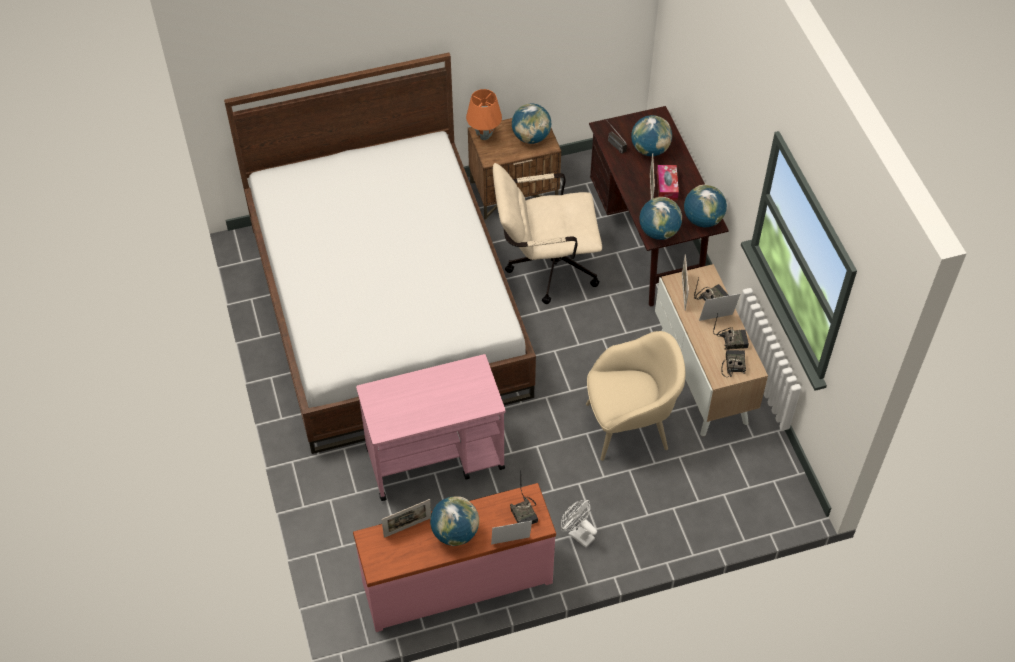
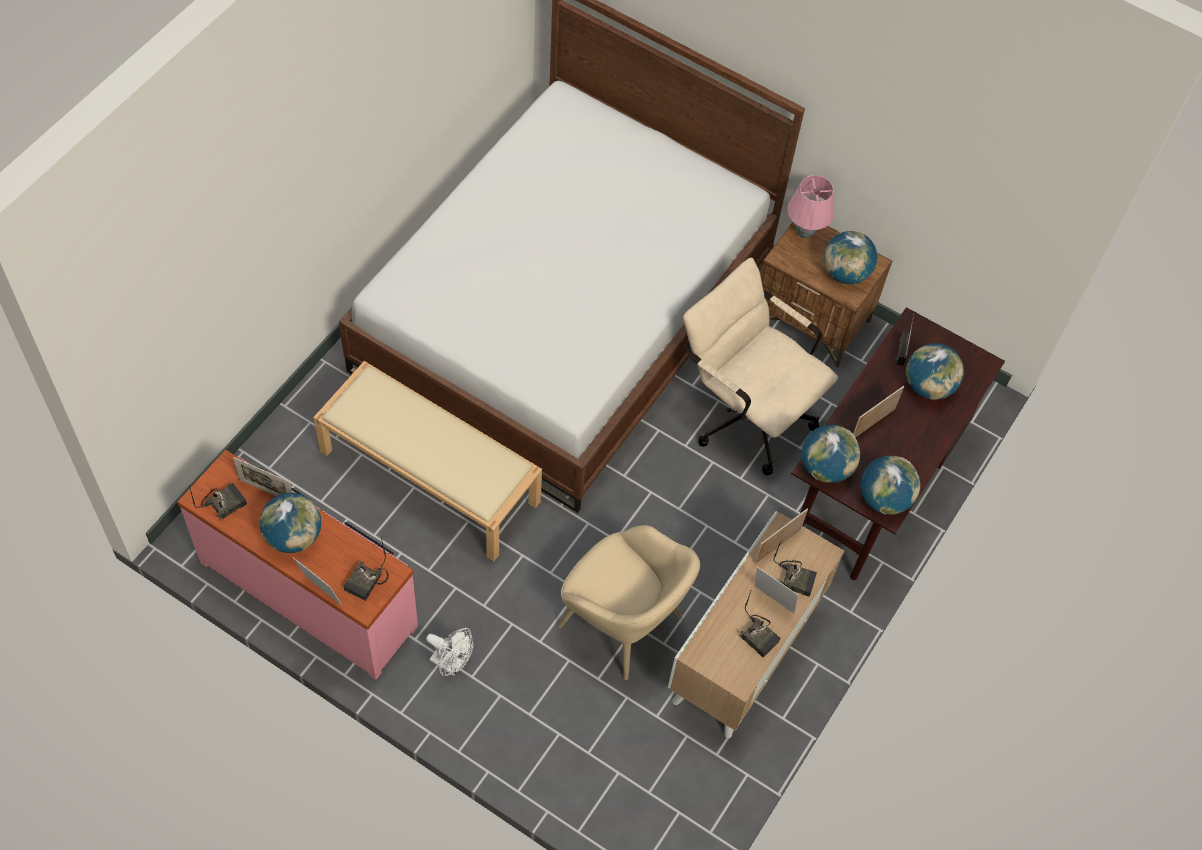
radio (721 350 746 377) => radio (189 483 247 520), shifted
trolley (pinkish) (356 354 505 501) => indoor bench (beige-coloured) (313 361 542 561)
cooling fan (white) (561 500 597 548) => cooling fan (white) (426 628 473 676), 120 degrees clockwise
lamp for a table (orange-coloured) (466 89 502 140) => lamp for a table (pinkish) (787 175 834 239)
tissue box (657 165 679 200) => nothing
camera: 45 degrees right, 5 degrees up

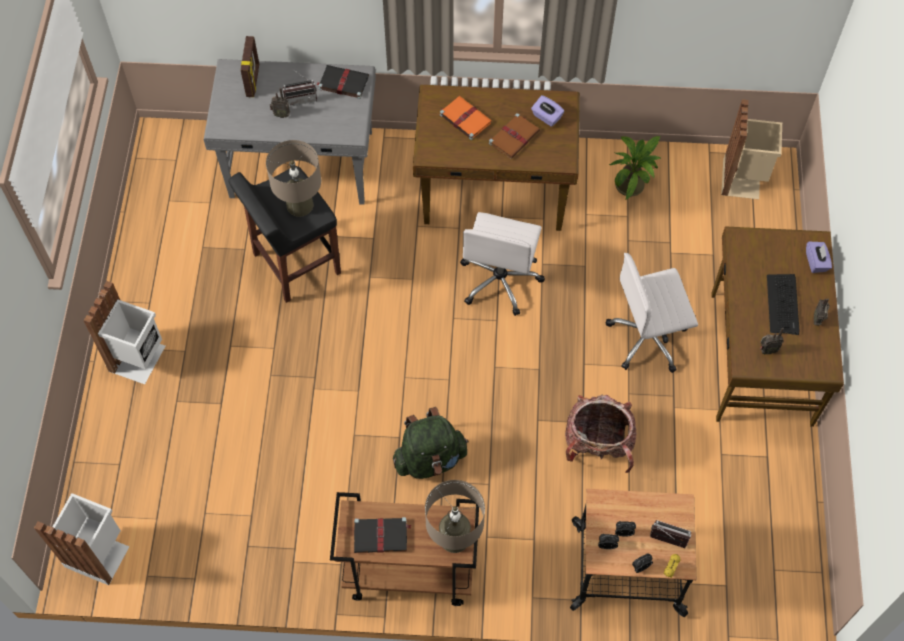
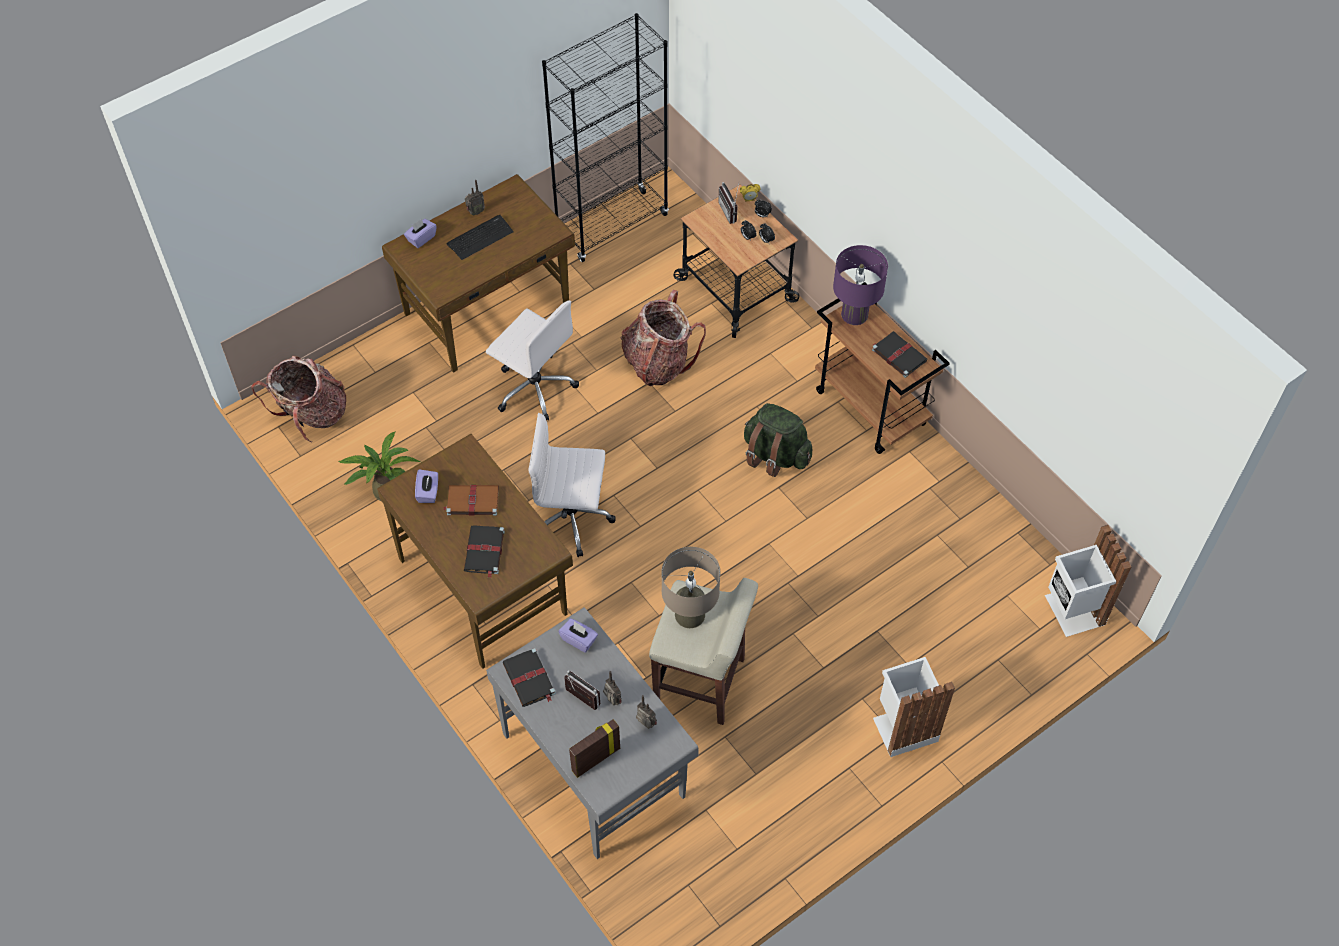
trash can (beige-coloured) (721 99 782 199) => knapsack (251 356 346 442)
volume (orange-coloured) (440 96 492 140) => volume (blackish) (464 525 505 577)
desk chair (white) (460 212 545 316) => desk chair (white) (528 413 616 557), 150 degrees counterclockwise
nothing => shelving unit (blackish) (542 13 669 262)
nothing => tissue box (purplish) (558 618 598 653)
radio (760 328 784 355) => radio (636 695 657 729), shifted
sitting stool (blackish) (229 166 341 303) => sitting stool (beige-coloured) (649 578 758 725)
lamp for a table (beige-coloured) (425 480 485 553) => lamp for a table (purplish) (833 245 888 325)
camera: 130 degrees left, 5 degrees down

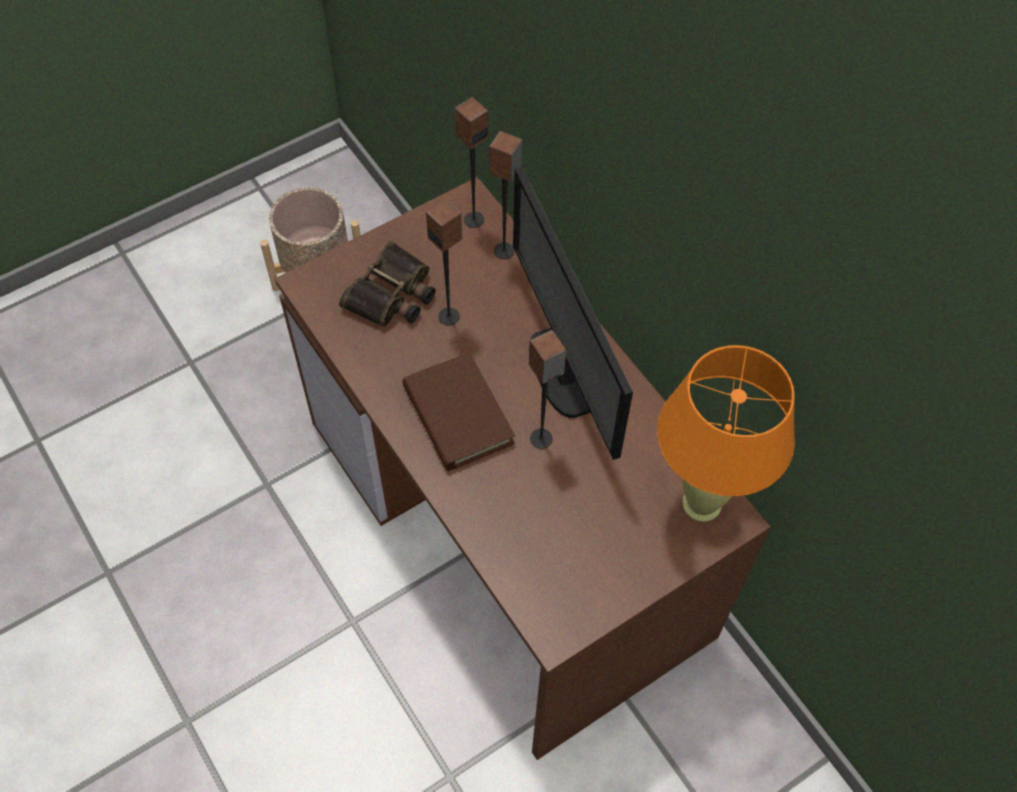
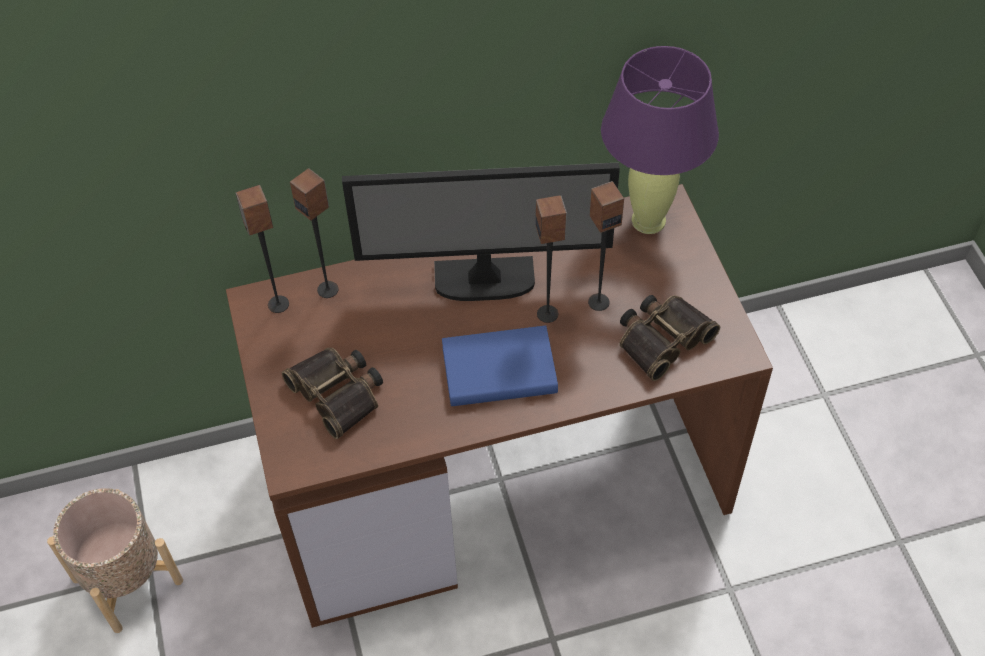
volume (brownish) (403 352 515 471) => volume (blue) (442 326 558 406)
loudspeaker (426 199 462 326) => loudspeaker (588 181 624 311), shifted
lamp for a table (orange-coloured) (657 345 795 522) => lamp for a table (purplish) (601 46 719 234)
nothing => binoculars (619 295 720 381)
camera: 70 degrees left, 5 degrees down

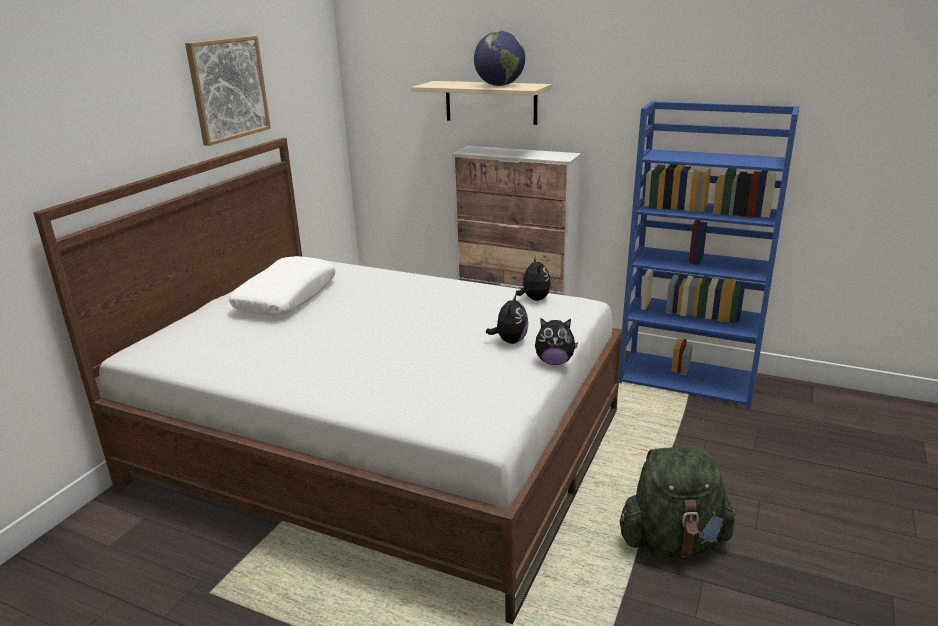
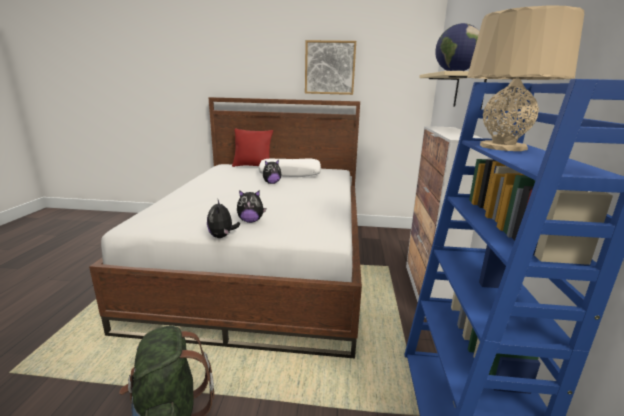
nothing => throw pillow (reddish) (232 129 273 167)
soft toy (516 256 551 301) => soft toy (263 160 281 184), shifted
nothing => lamp for a table (beige-coloured) (467 6 584 151)
camera: 70 degrees right, 5 degrees down

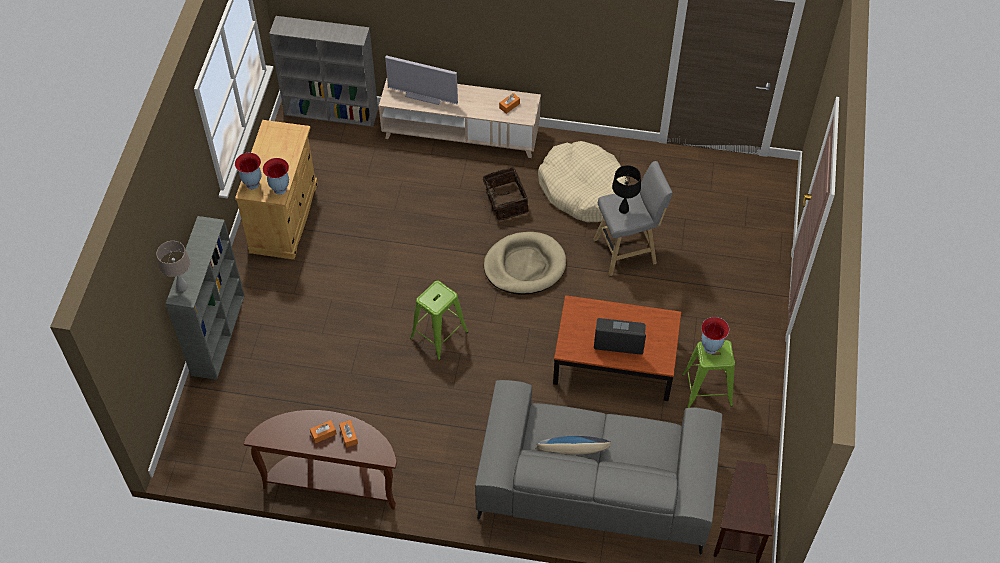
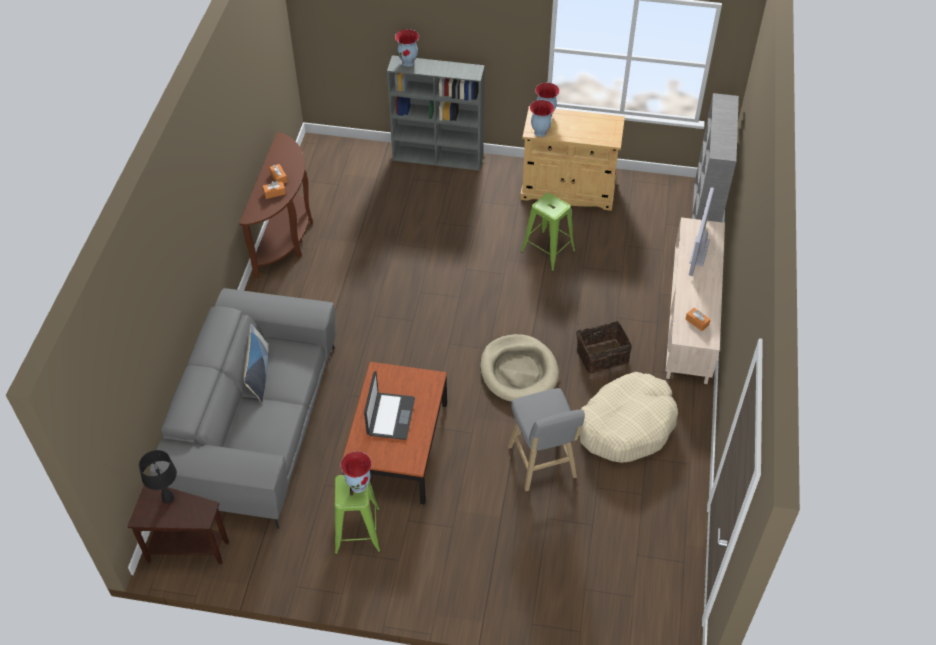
lamp for a table (blackish) (612 165 641 214) => lamp for a table (blackish) (139 450 177 504), shifted
lamp for a table (beige-coloured) (156 241 190 291) => vase (395 29 419 67)
sitting stool (green) (410 281 468 360) => sitting stool (green) (520 193 575 271), shifted
camera: 90 degrees right, 5 degrees down

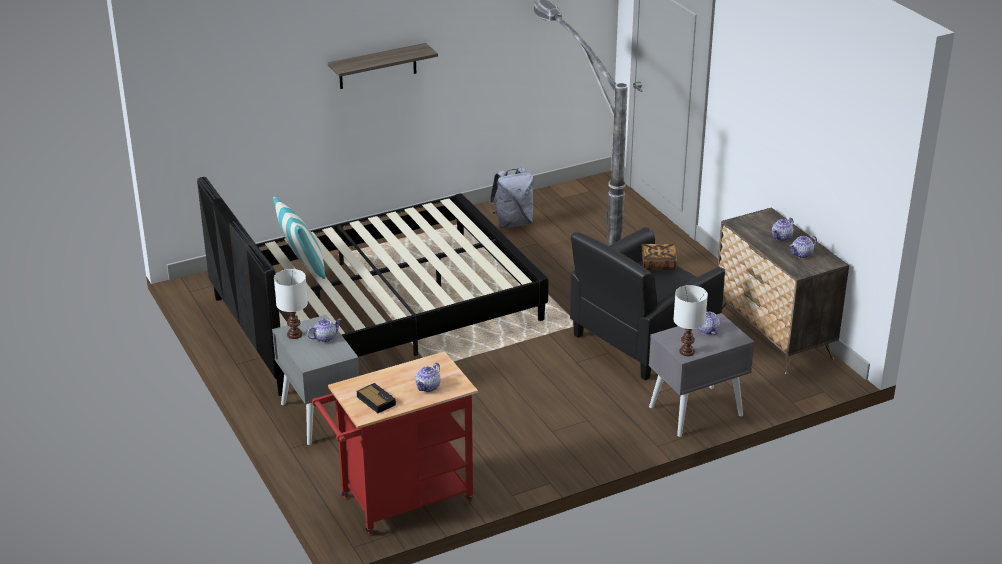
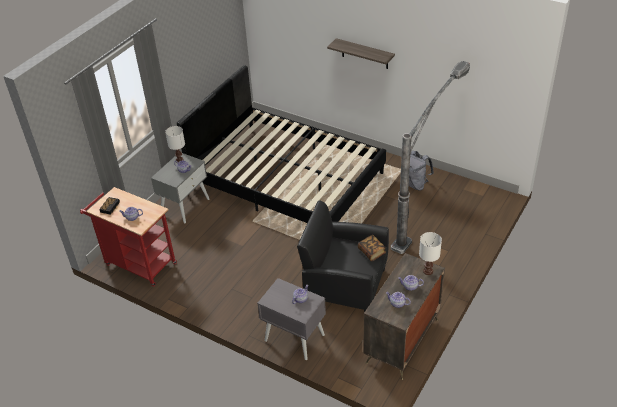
lamp for a table (white) (673 285 708 356) => lamp for a table (white) (419 232 442 275), shifted
throw pillow (273 197 326 279) => nothing
camera: 60 degrees right, 10 degrees up

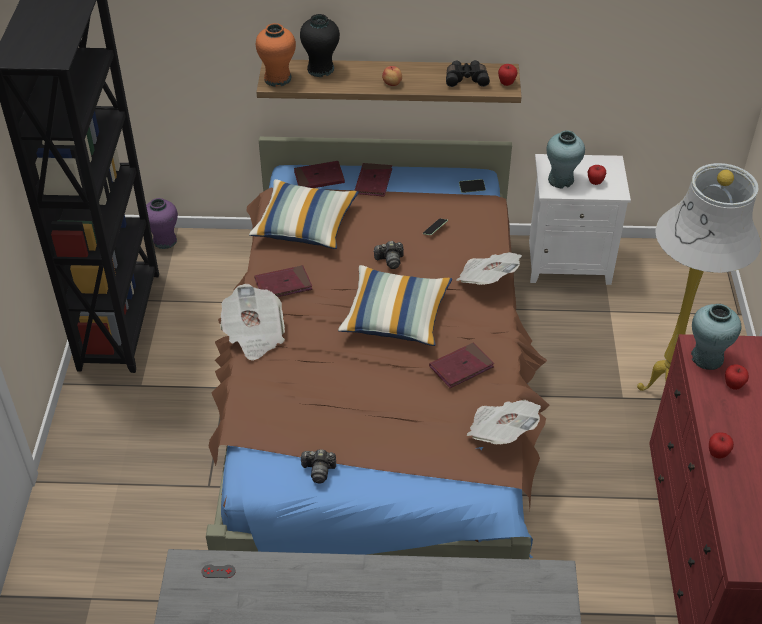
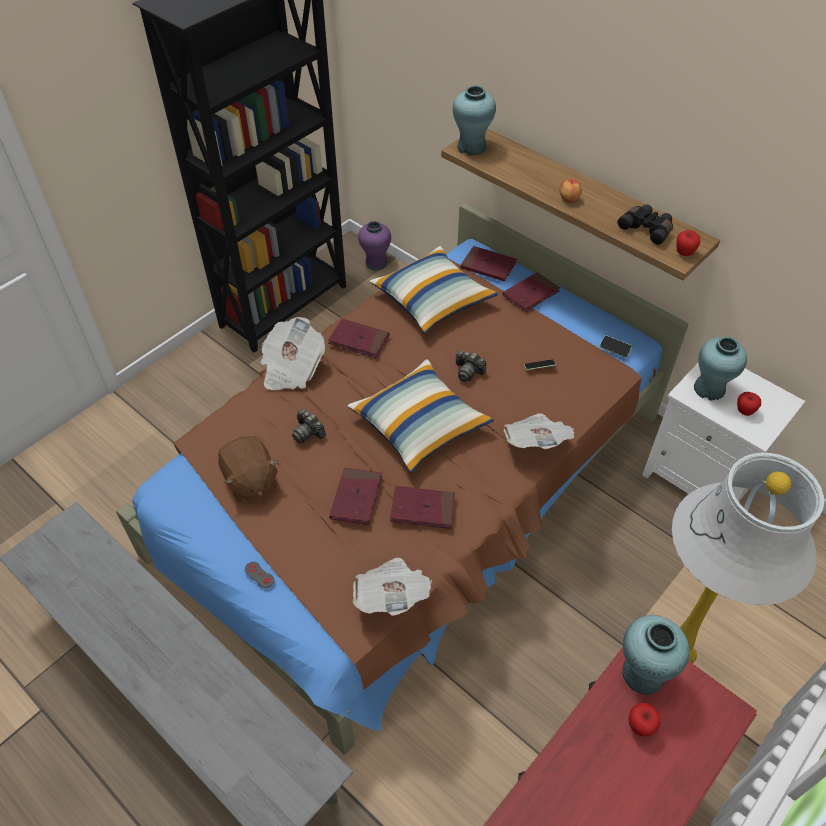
nothing => soft toy (brownish) (218 436 278 501)
gamepad (greyish) (201 564 235 578) => gamepad (greyish) (245 562 274 588), shifted
still camera (300 449 336 483) => still camera (292 409 326 443), shifted
nothing => volume (reddish) (329 468 382 525)
vase (orange-coloured) (256 23 296 87) => vase (turquoise) (453 85 496 155)
vase (blackish) (300 14 340 77) => nothing
apple fruit (709 432 734 458) => nothing
camera: 40 degrees right, 5 degrees up

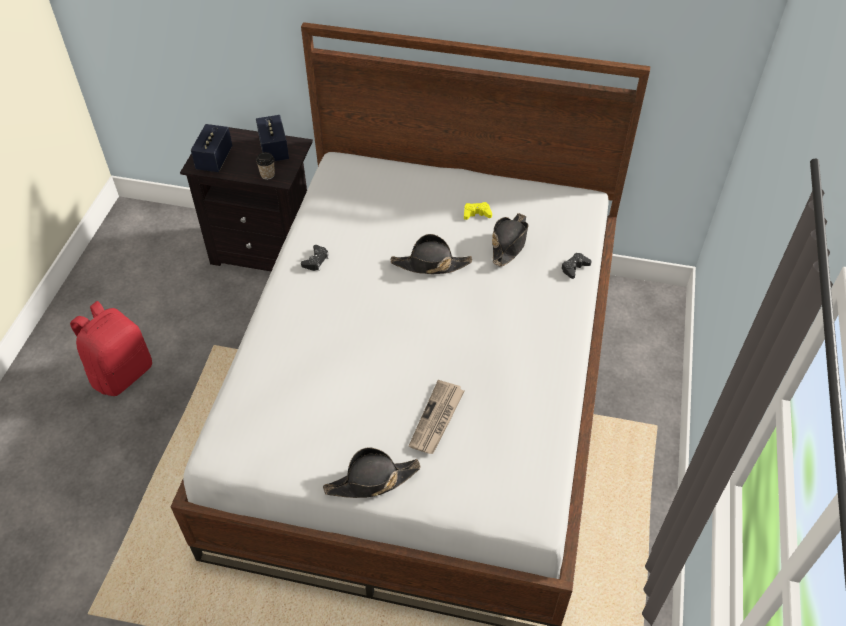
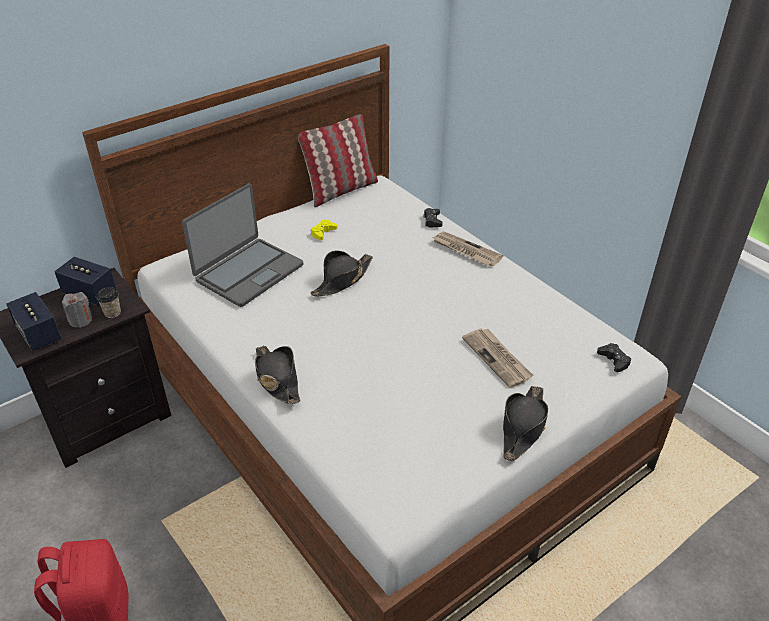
nothing => wax candle (greyish) (62 292 92 328)
nothing => laptop (182 183 303 307)
clothing hat (blackish) (492 213 528 267) => clothing hat (blackish) (255 346 301 404), shifted
nothing => throw pillow (298 114 378 207)
nothing => printed paper (432 232 503 266)
gamepad (blackish) (301 245 329 271) => gamepad (blackish) (597 343 631 372), shifted
camera: 50 degrees left, 10 degrees down

